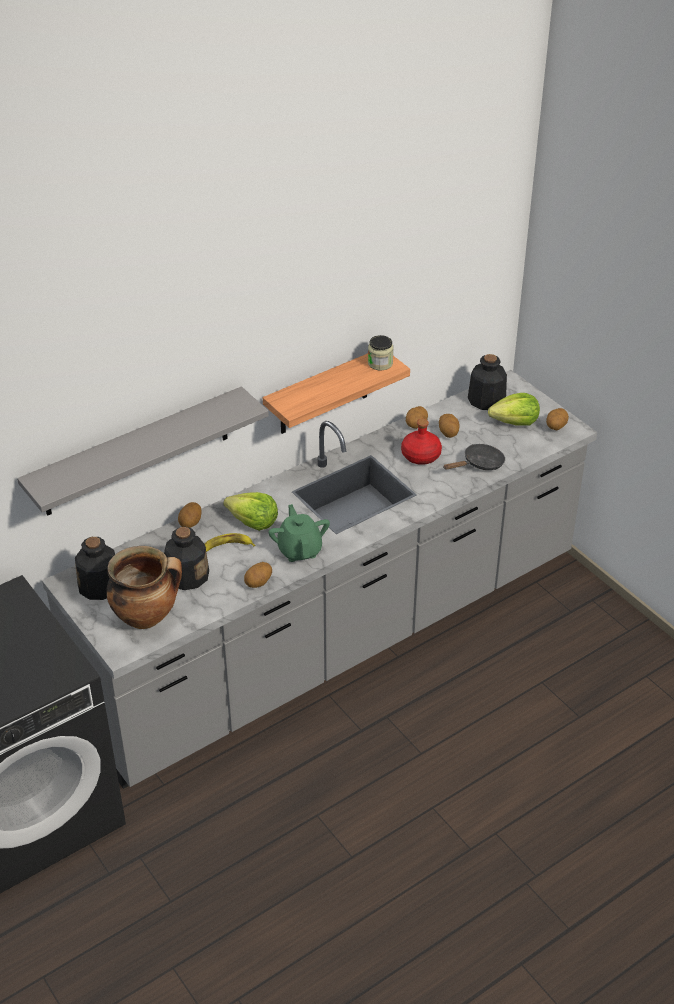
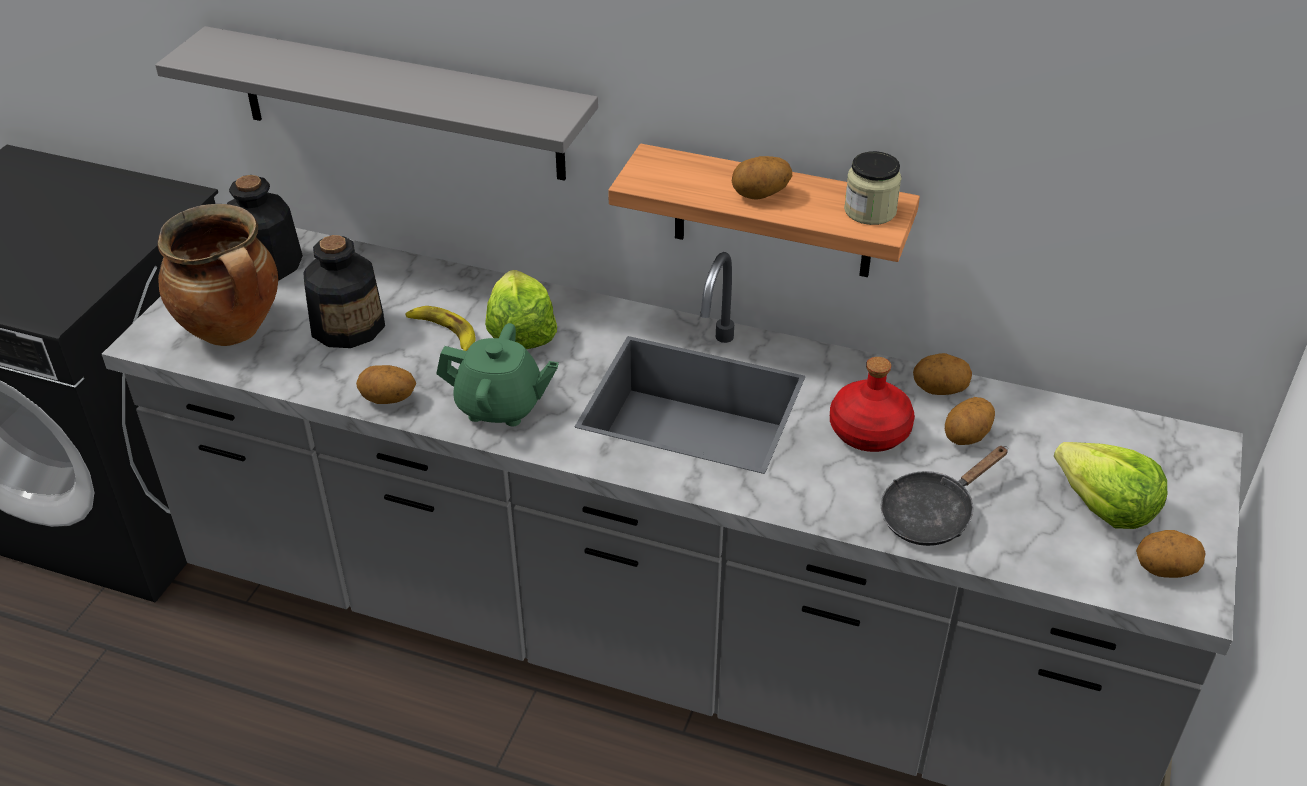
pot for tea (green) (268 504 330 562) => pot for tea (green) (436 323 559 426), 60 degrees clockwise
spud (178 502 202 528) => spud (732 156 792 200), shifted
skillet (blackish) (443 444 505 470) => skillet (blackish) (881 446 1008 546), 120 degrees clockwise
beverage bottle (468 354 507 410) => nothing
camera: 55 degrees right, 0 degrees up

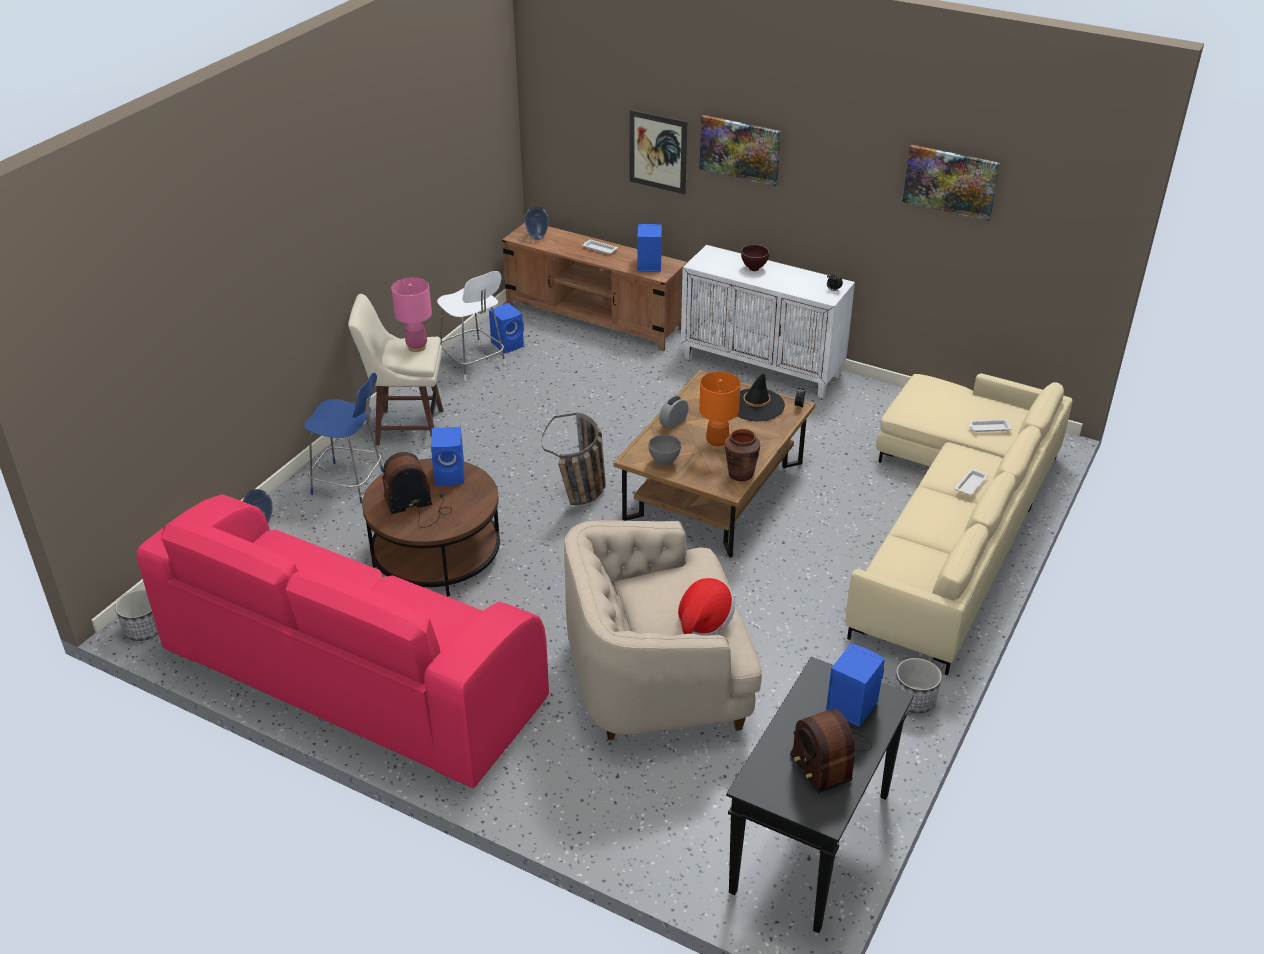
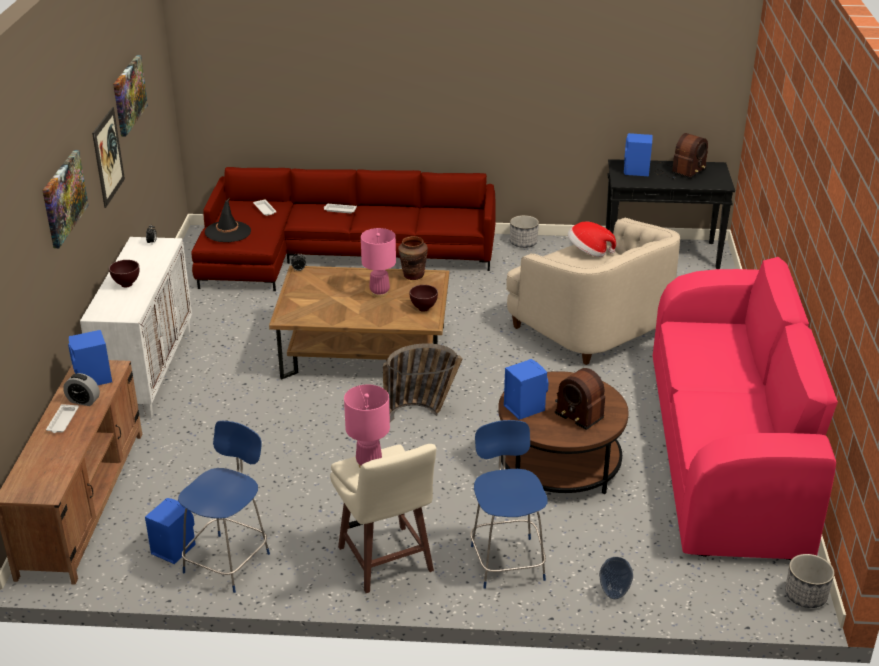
alarm clock (659 396 688 430) => alarm clock (63 373 100 406), shifted
picture (629 110 687 194) => picture (92 107 125 208), shifted
sitting stool (white) (437 271 506 381) => sitting stool (blue) (178 421 270 593)
couch (beige-coloured) (845 373 1073 675) => couch (reddish) (191 167 496 291)
clothing hat (blackish) (737 373 785 422) => clothing hat (blackish) (205 198 251 242), shifted
lamp for a table (orange-coloured) (699 371 740 450) => lamp for a table (pinkish) (361 228 396 298)
bowl (greyish) (649 434 681 466) => bowl (brownish) (410 285 438 312)
vase (524 207 549 240) => nothing
camera: 115 degrees left, 5 degrees down

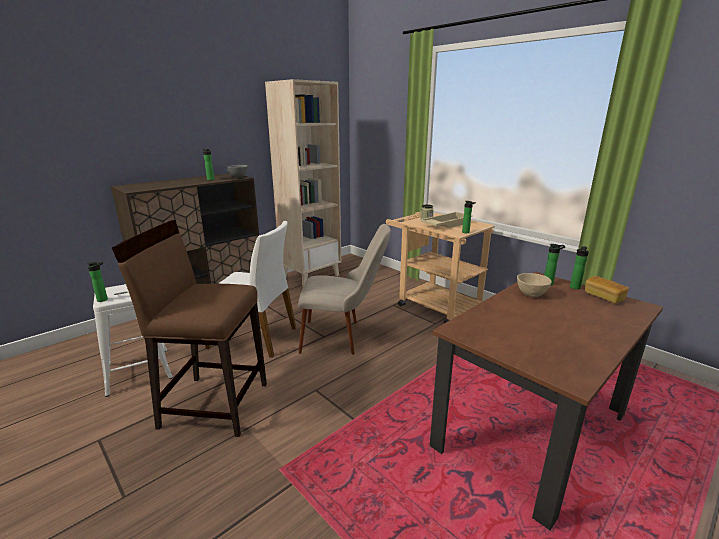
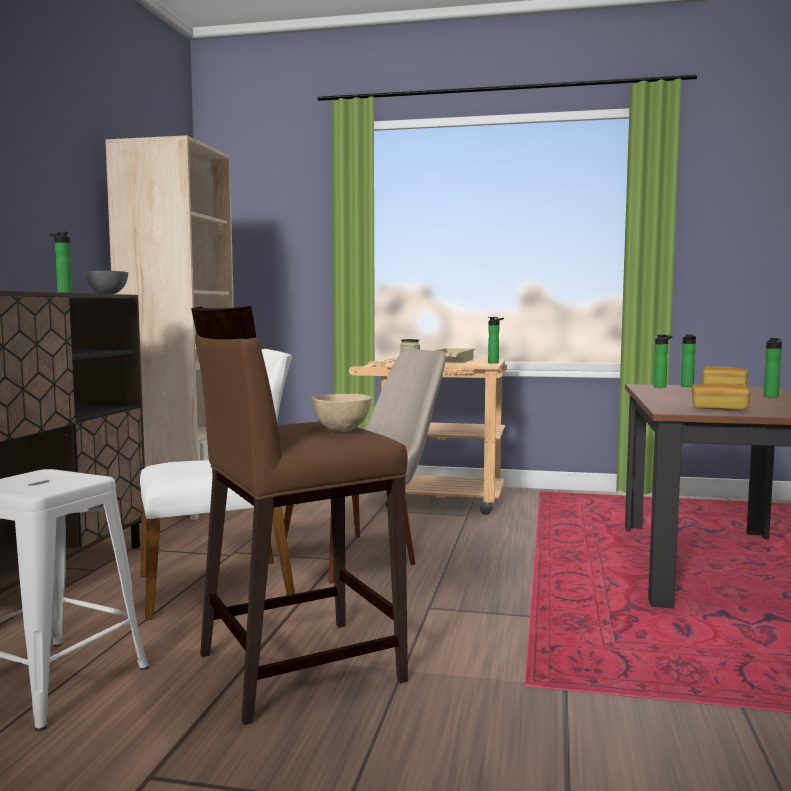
bowl (beige-coloured) (517 273 552 297) => bowl (beige-coloured) (311 394 372 431), shifted
nothing => baked bread (691 383 750 411)
beverage bottle (87 261 108 302) => beverage bottle (763 338 782 398), shifted
camera: 35 degrees left, 15 degrees down

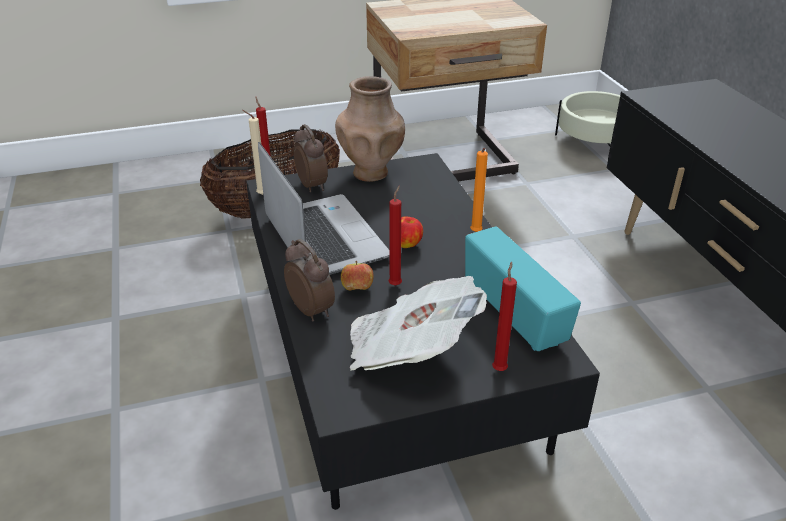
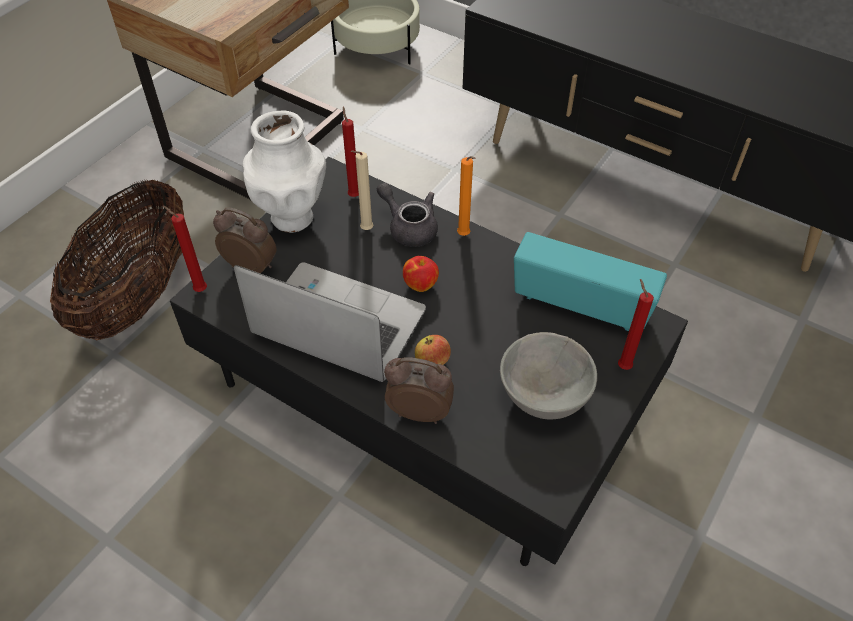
vase (brownish) (335 76 405 182) => vase (white) (243 110 326 233)
wax candle (reddish) (388 186 402 286) => wax candle (reddish) (342 106 359 197), shifted
wax candle (beige-coloured) (242 110 263 195) => wax candle (beige-coloured) (350 151 373 230), shifted
nothing => pot for tea (greyish) (377 183 438 247)
printed paper (350 276 487 370) => bowl (greyish) (500 332 597 419)
camera: 40 degrees left, 15 degrees up

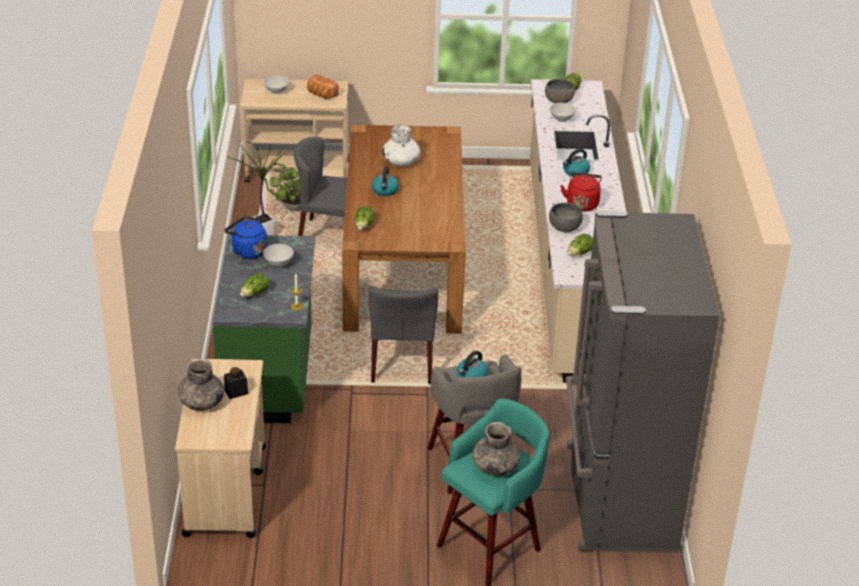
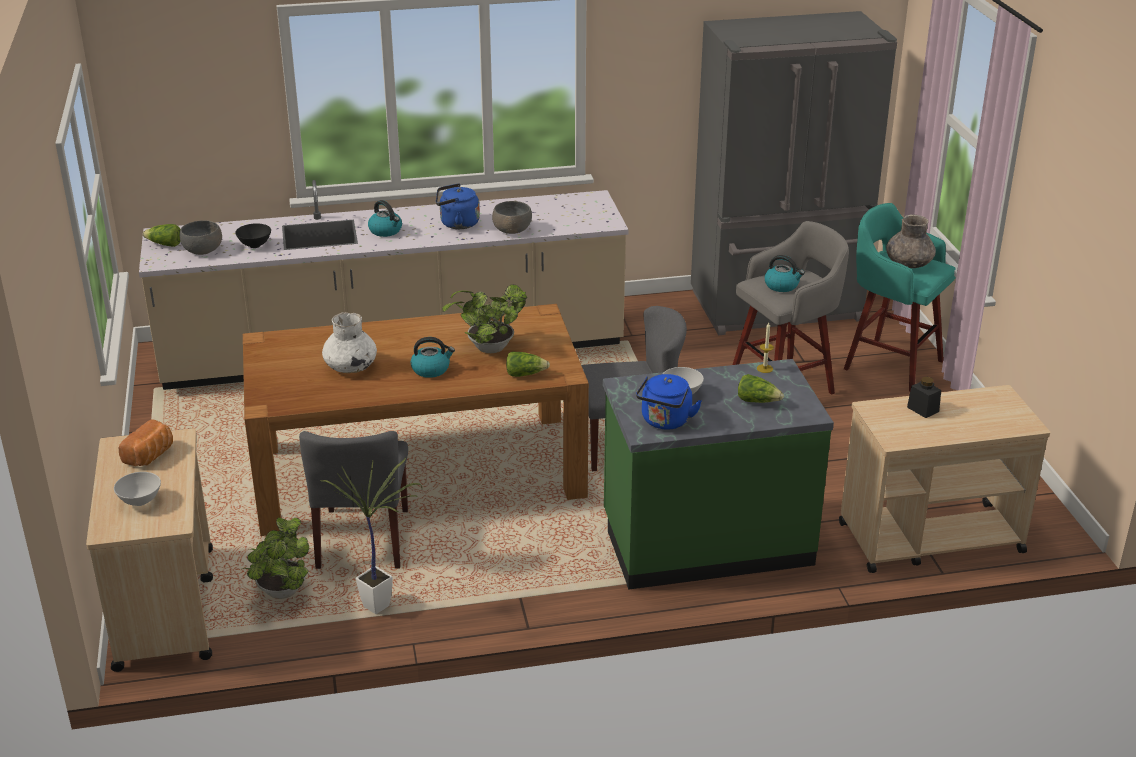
bowl (white) (550 103 576 122) => bowl (blackish) (235 223 271 248)
kettle (reddish) (560 172 602 212) => kettle (blue) (436 183 480 229)
nothing => potted plant (442 284 527 353)
vase (greyish) (178 359 224 411) => nothing
head of lettuce (567 234 593 256) => nothing
camera: 100 degrees left, 5 degrees down

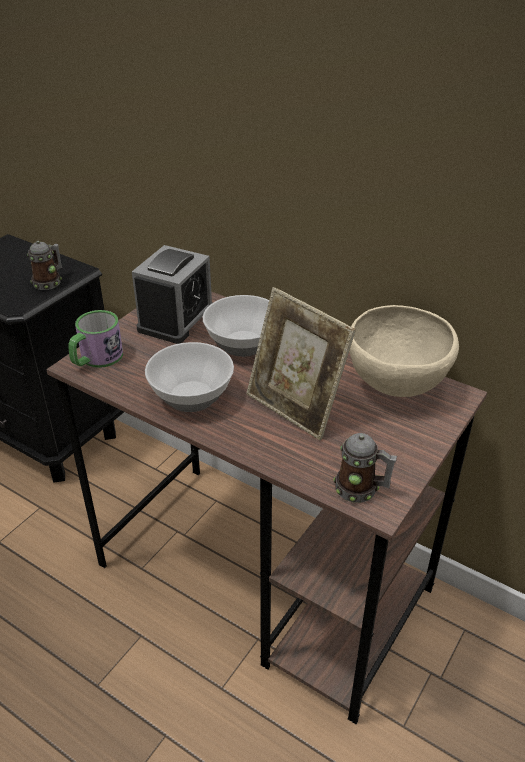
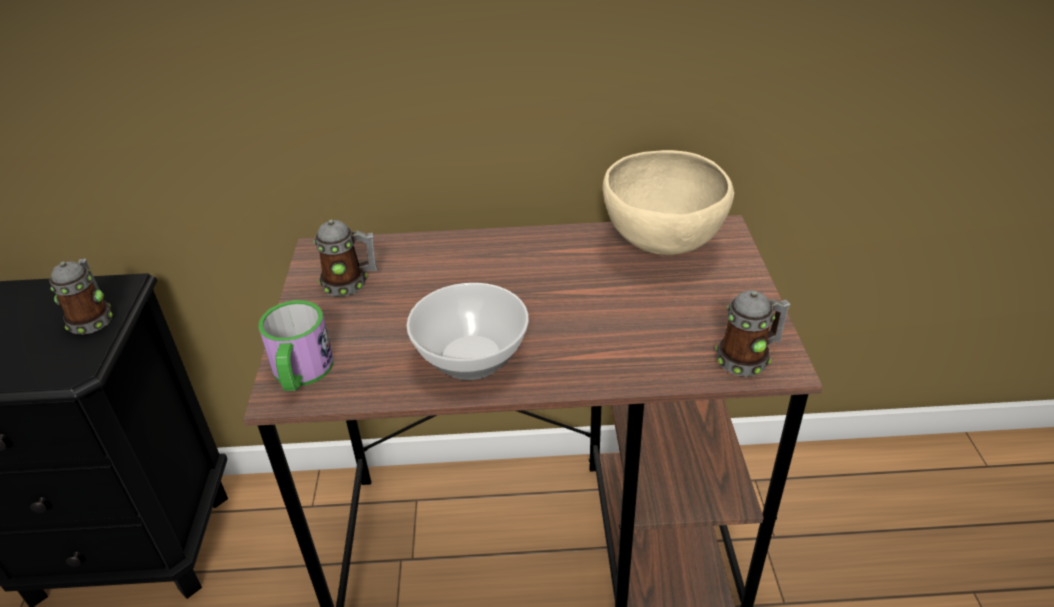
alarm clock (132 245 212 344) => tea mug (313 220 377 296)
bowl (203 295 269 357) => nothing
photo frame (246 287 356 440) => nothing
camera: 35 degrees left, 0 degrees up

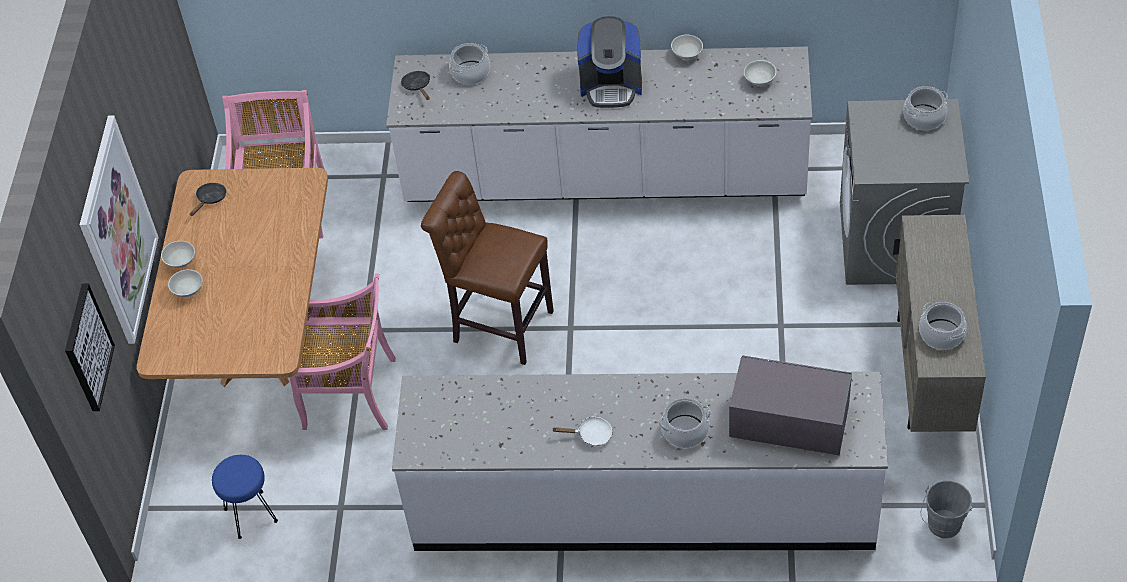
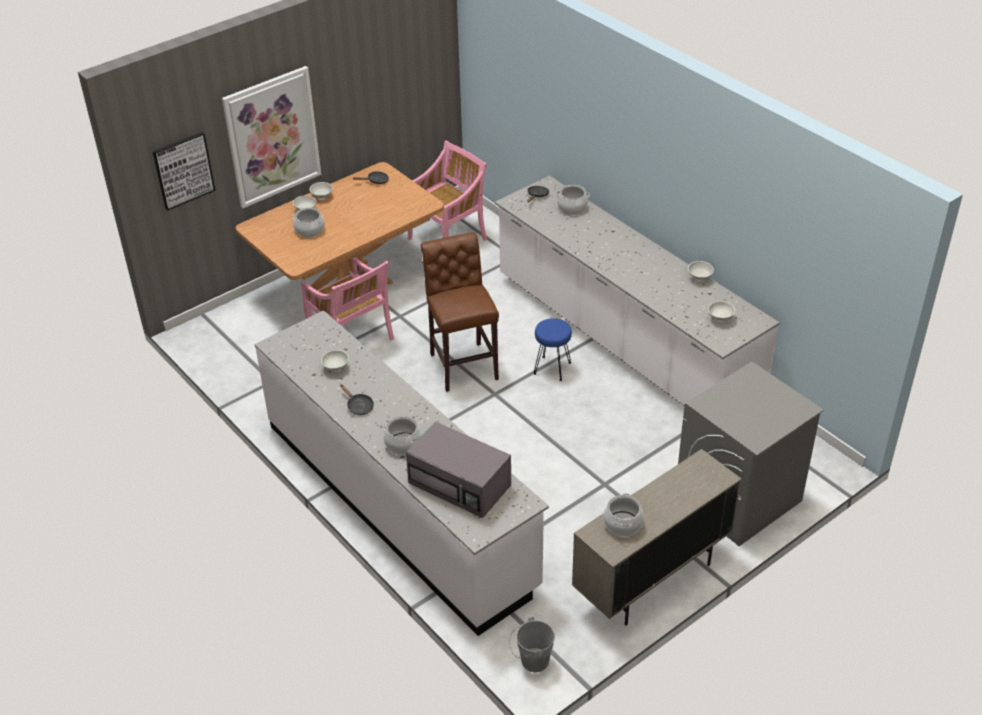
cooking pot (903 86 948 130) => cooking pot (293 207 325 238), shifted
nothing => bowl (white) (321 350 349 372)
skillet (white) (552 416 613 446) => skillet (blackish) (340 384 374 415)
microwave (greyish) (729 355 852 455) => microwave (greyish) (406 421 511 518), 150 degrees clockwise
sitting stool (blue) (212 455 278 539) => sitting stool (blue) (533 318 572 381), shifted
coffee maker (577 16 642 108) => nothing
camera: 45 degrees right, 10 degrees down

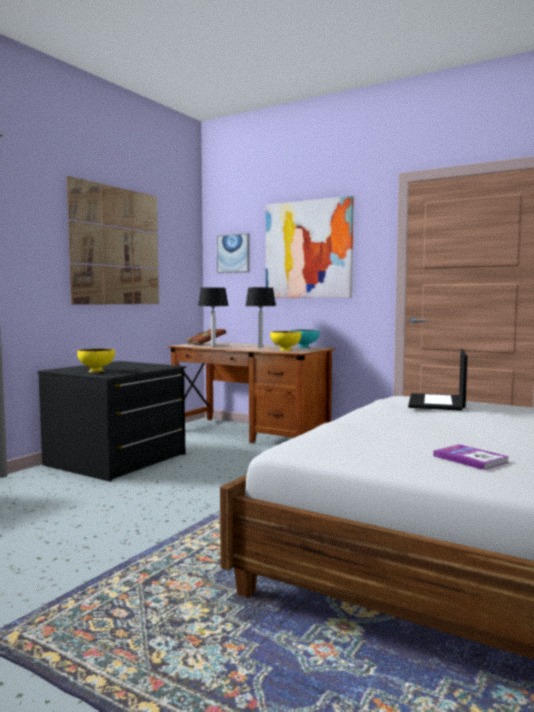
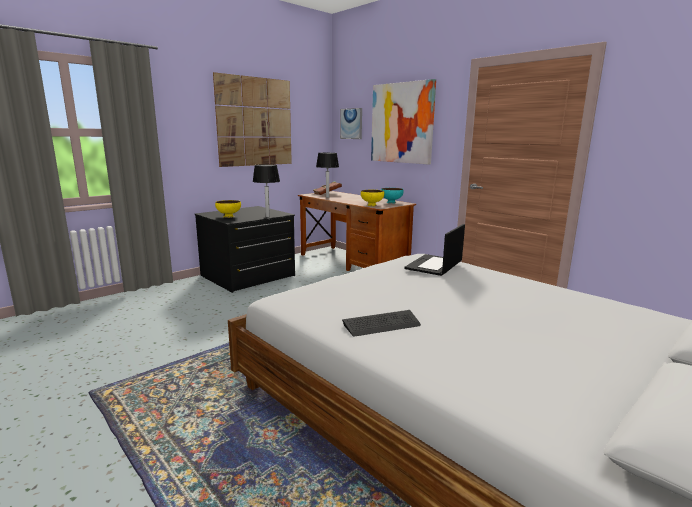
lamp for a table (245 287 276 347) => lamp for a table (253 164 280 217), shifted
volume (433 444 510 470) => PC keyboard (342 310 421 337)
camera: 15 degrees right, 10 degrees up

